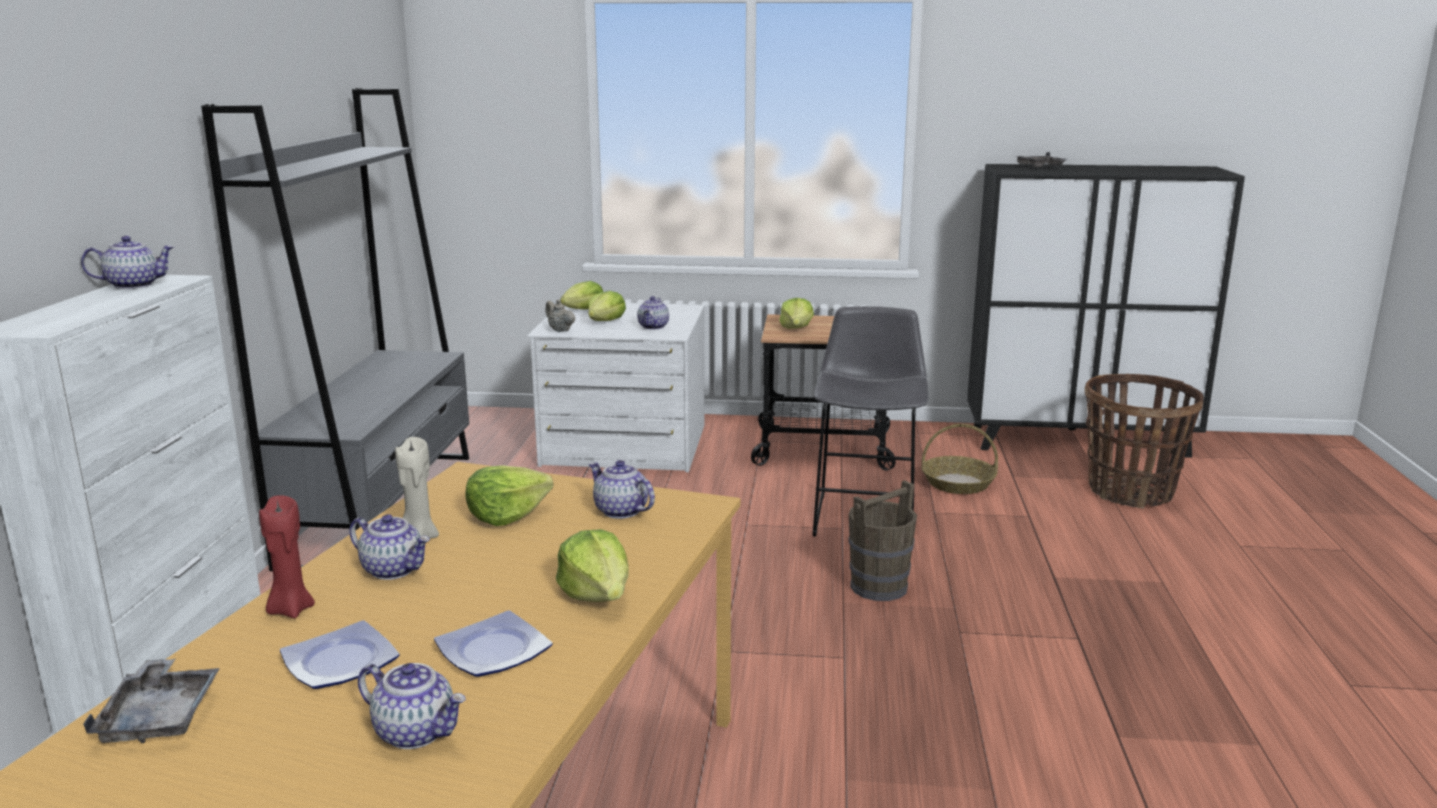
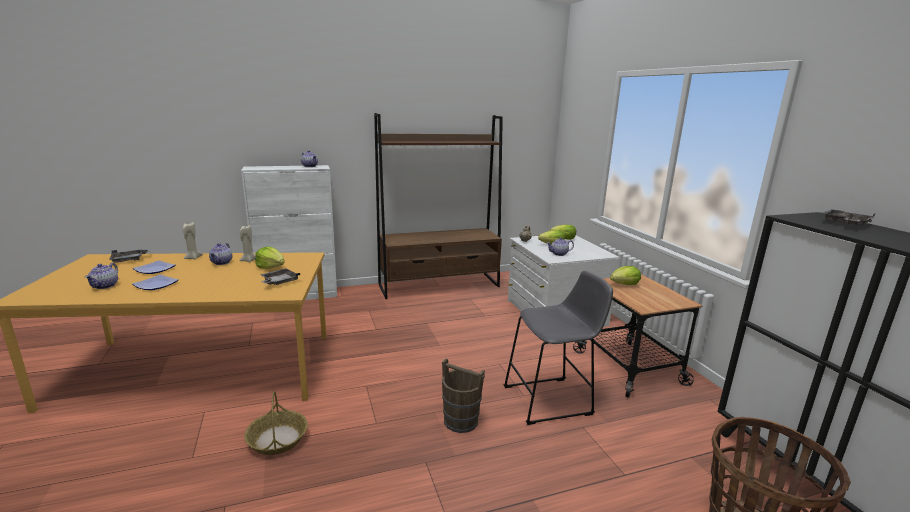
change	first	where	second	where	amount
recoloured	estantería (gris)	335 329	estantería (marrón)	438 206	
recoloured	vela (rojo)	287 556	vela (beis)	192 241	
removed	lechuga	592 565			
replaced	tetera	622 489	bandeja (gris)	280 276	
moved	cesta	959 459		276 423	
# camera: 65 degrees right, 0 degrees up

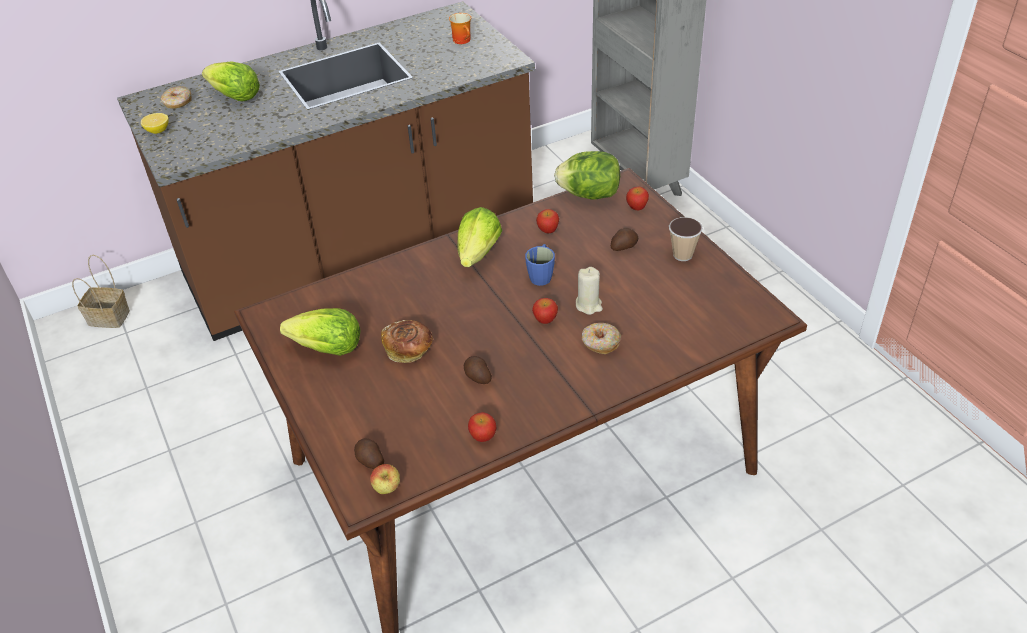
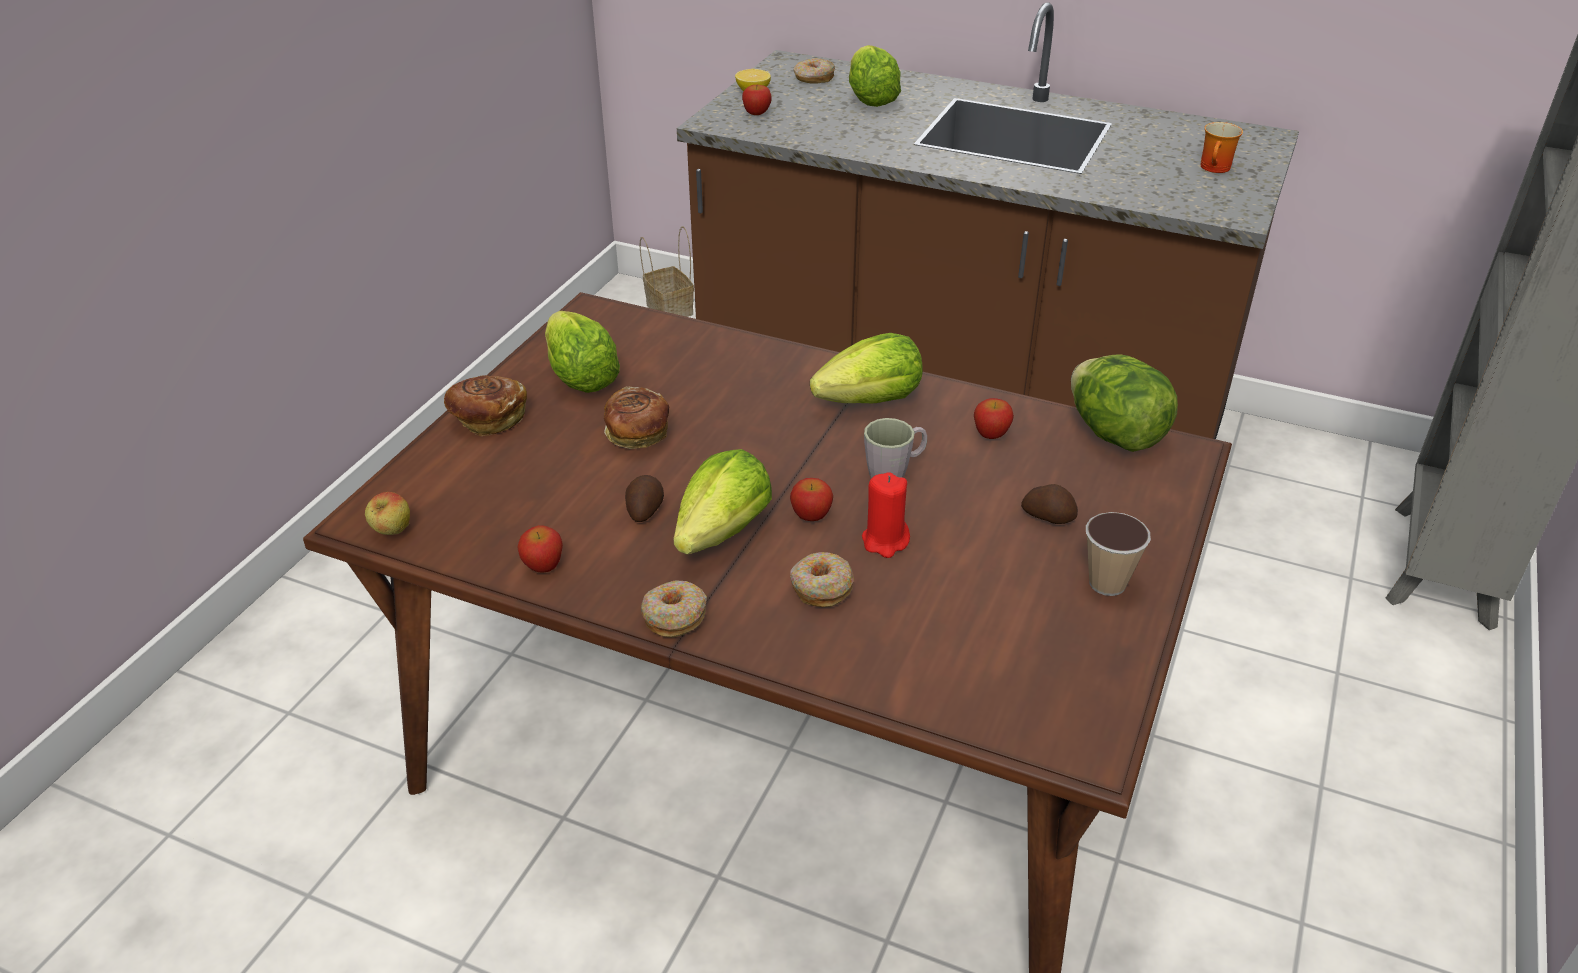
change	first	where	second	where	amount
removed	patata	369 453			
recoloured	taza grande (azul)	540 265	taza grande (gris)	895 448	
recoloured	vela (beis)	589 291	vela (rojo)	886 515	
moved	manzana	637 198		757 100	
added			pan	485 405	
added			rosquilla	674 609	
added			lechuga	723 501	
# camera: 50 degrees right, 5 degrees down

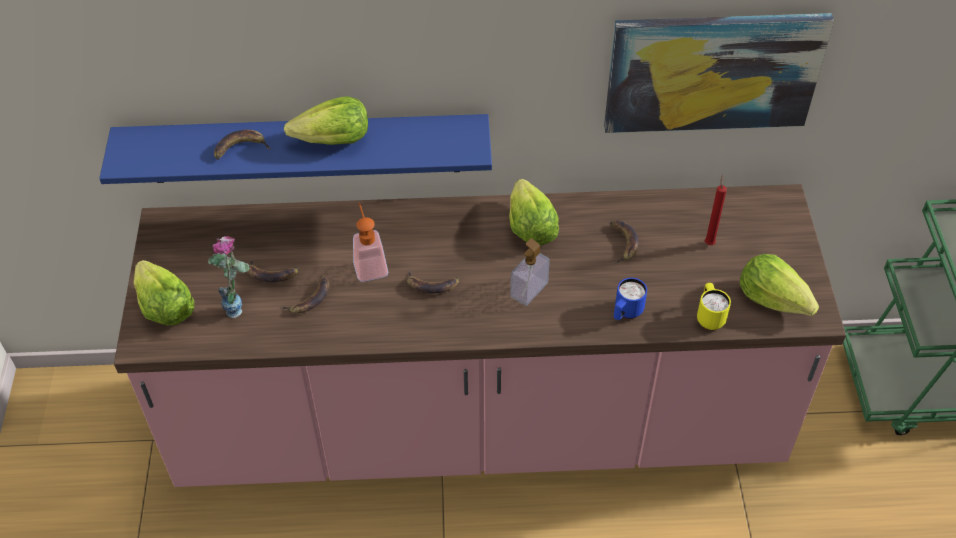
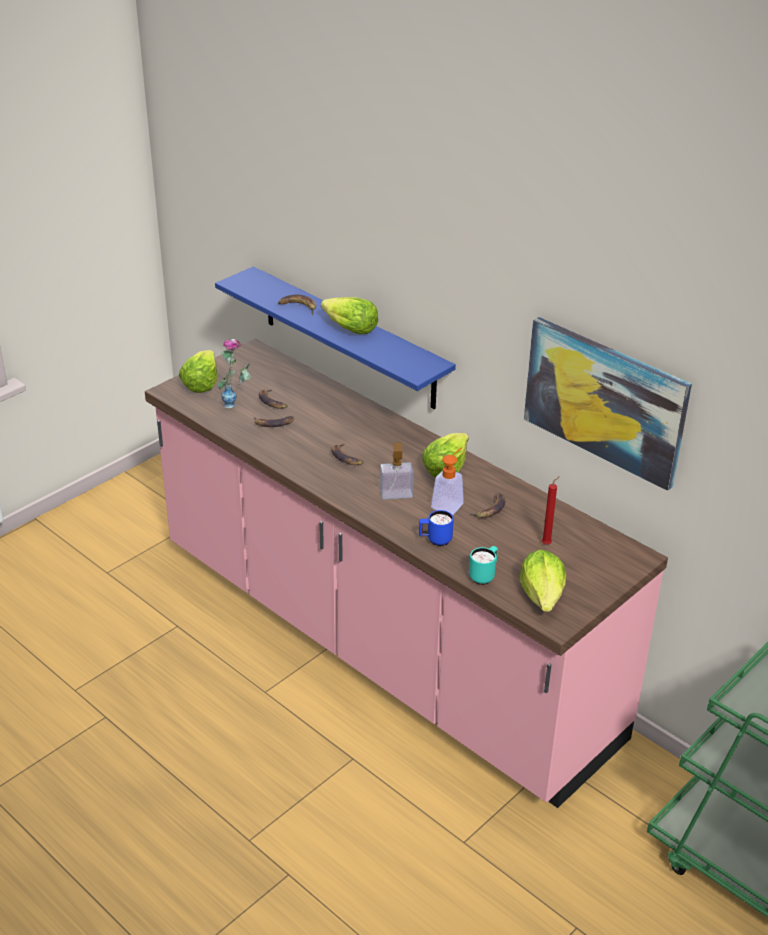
change	first	where	second	where	amount
moved	dispensador de jabón	370 242		447 481	
recoloured	taza grande (amarillo)	714 306	taza grande (turquesa)	483 565	
# camera: 45 degrees right, 15 degrees down

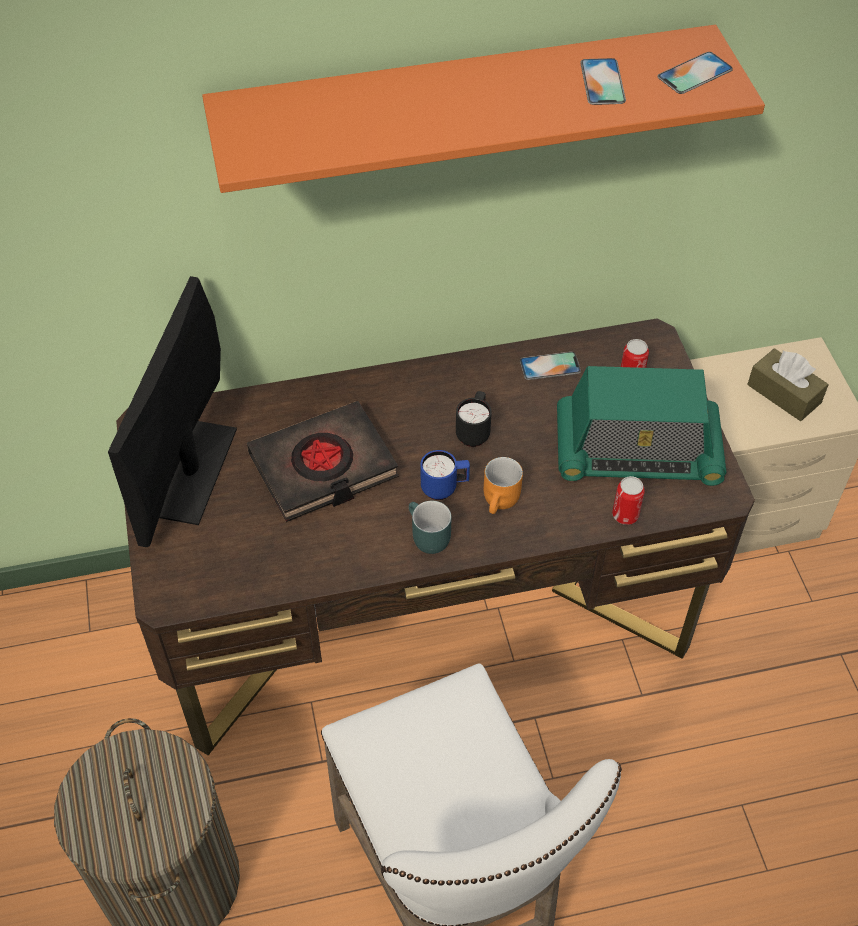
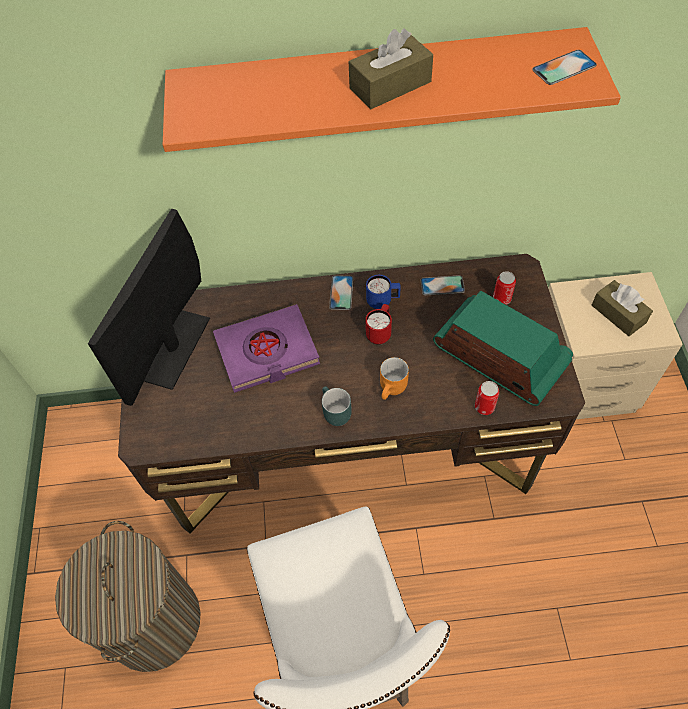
change	first	where	second	where	amount
recoloured	libro (negro)	323 461	libro (morado)	266 348	
moved	taza grande (azul)	445 475		383 292	
recoloured	taza grande (negro)	474 419	taza grande (rojo)	378 324	
turned	radio	641 426		503 348	150 degrees counterclockwise
moved	móvil	603 81		341 292	
added			caja de pañuelos (marrón)	391 69	
# camera: 10 degrees right, 5 degrees up

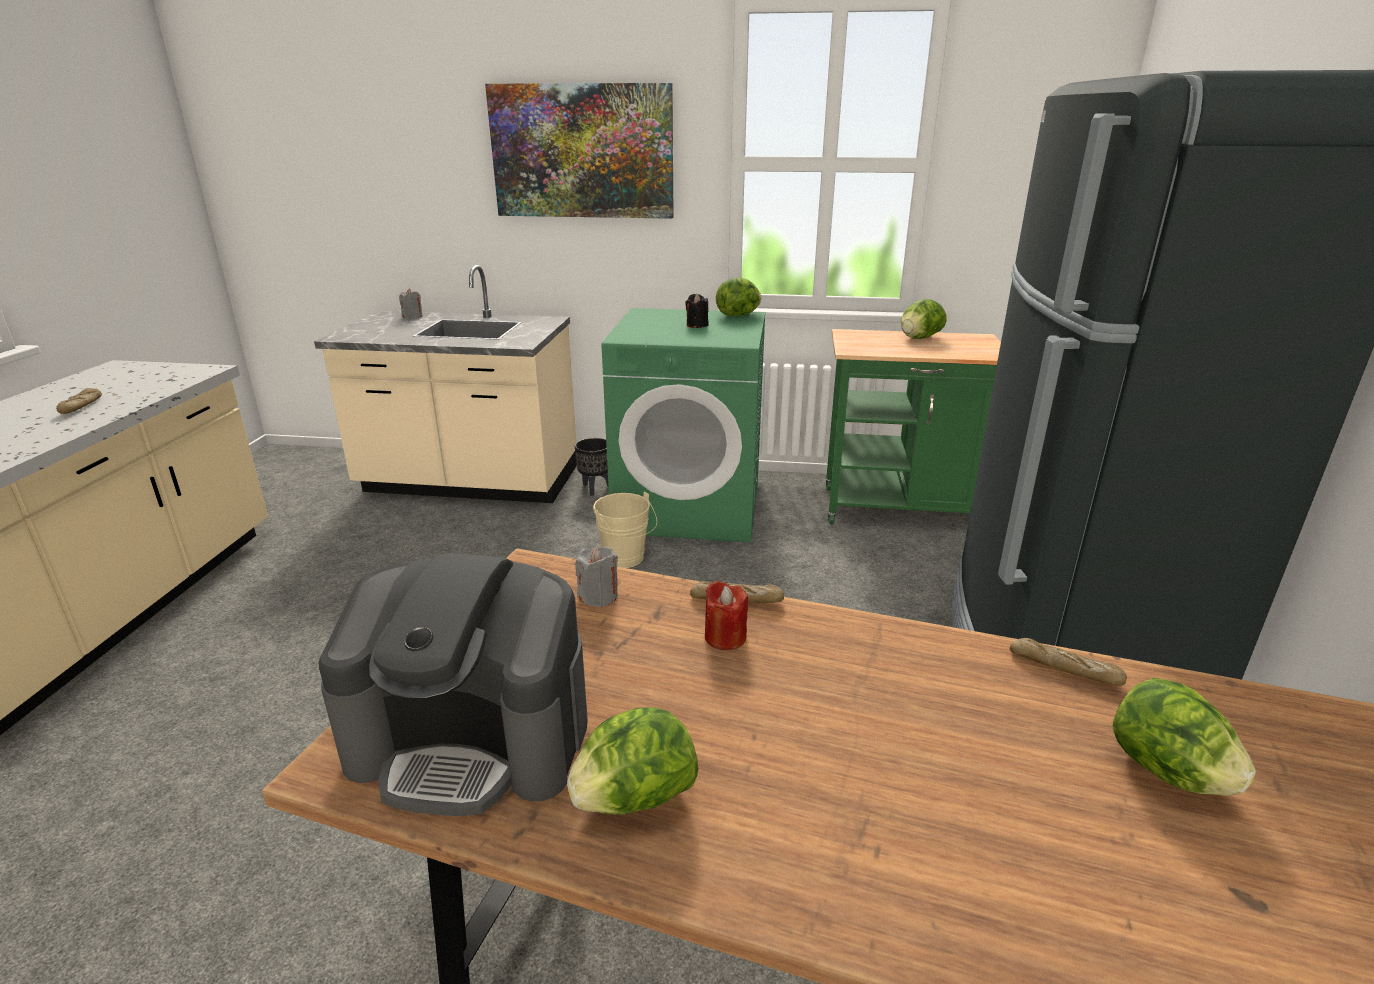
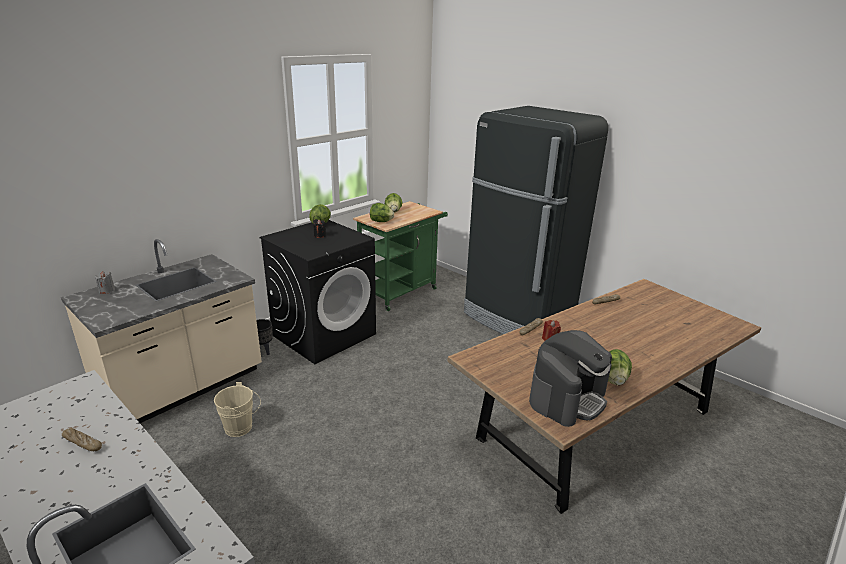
change	first	where	second	where	amount
removed	cuadro	579 151			
removed	vela (gris)	596 577			
moved	cubo (beis)	625 529		237 409	
recoloured	lavadora (verde)	683 425	lavadora (negro)	318 292	
moved	lechuga	1184 737		382 212	
# camera: 55 degrees left, 0 degrees up

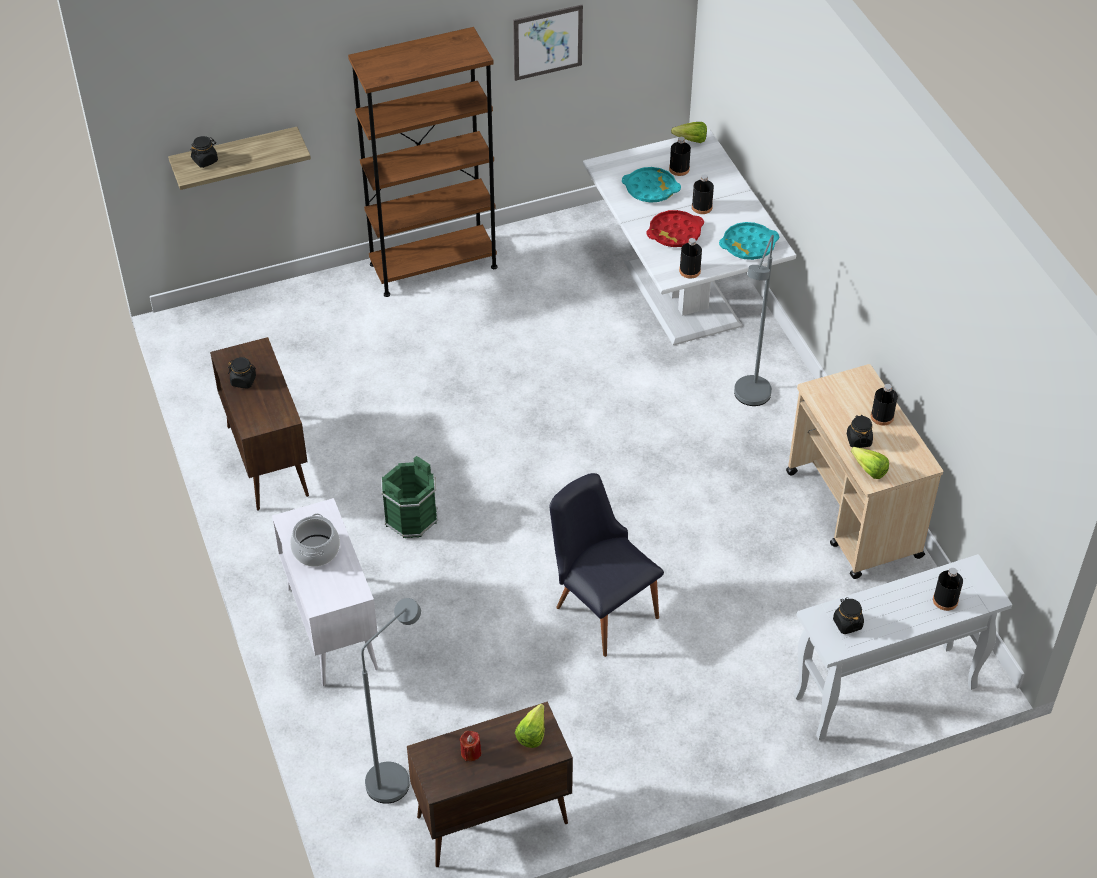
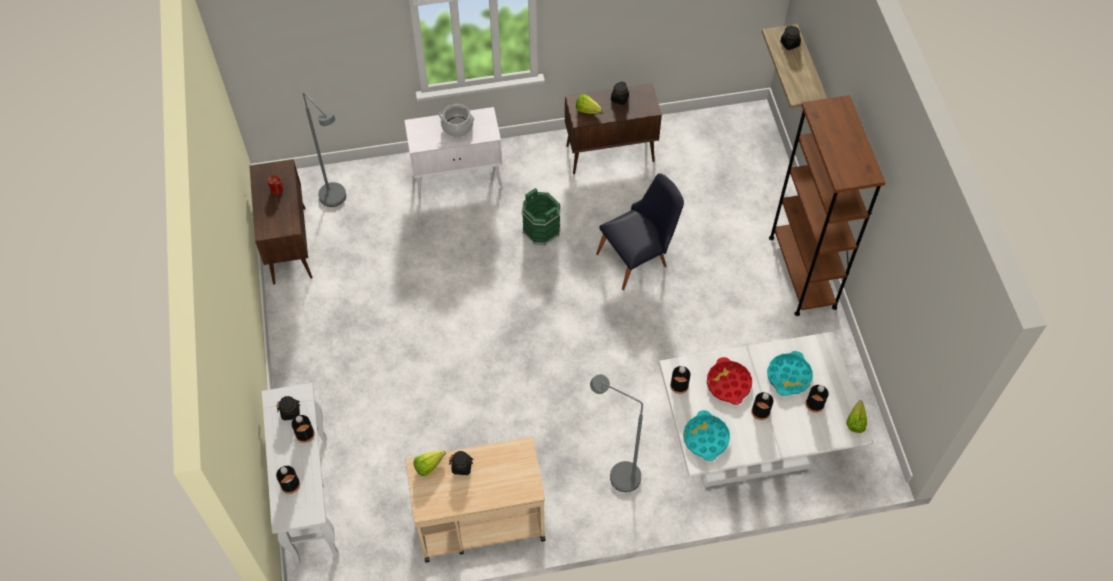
change	first	where	second	where	amount
removed	cuadro	548 43			
moved	lechuga	530 726		589 104	
moved	silla (negro)	606 565		640 231	
moved	botella (negro)	884 404		303 429	
# camera: 100 degrees right, 10 degrees up

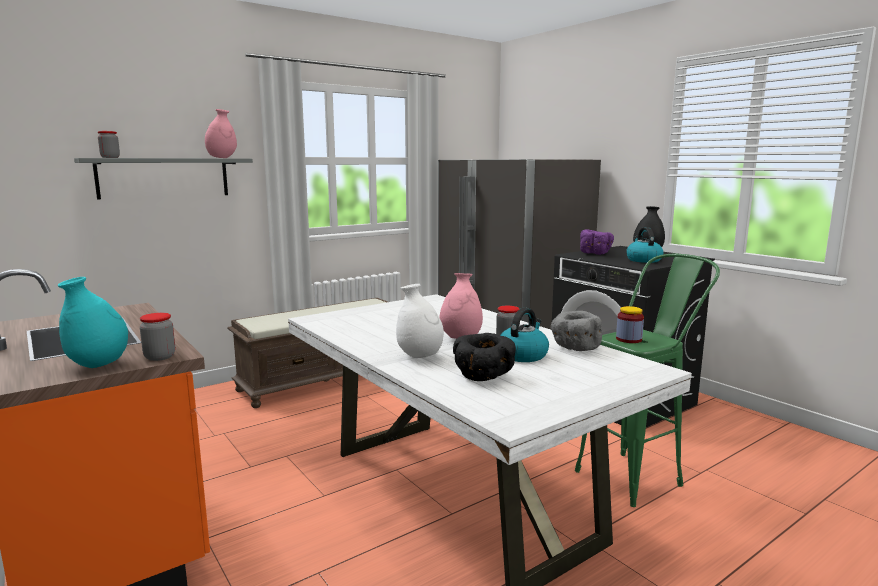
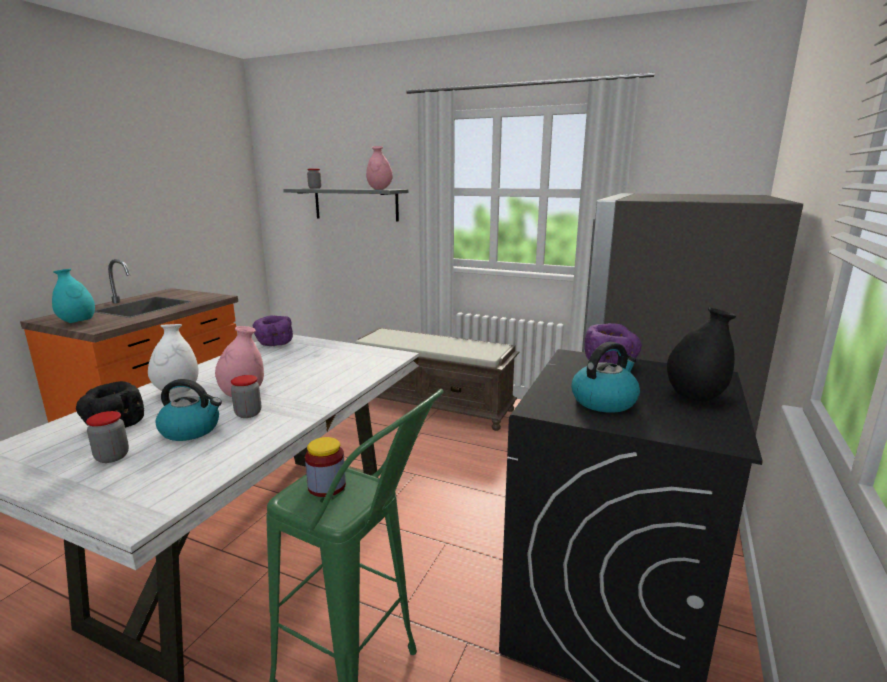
change	first	where	second	where	amount
moved	tarro	157 337		107 437	
removed	cuenco (gris)	576 331			
added			cuenco (morado)	273 331	
# camera: 60 degrees right, 5 degrees up

